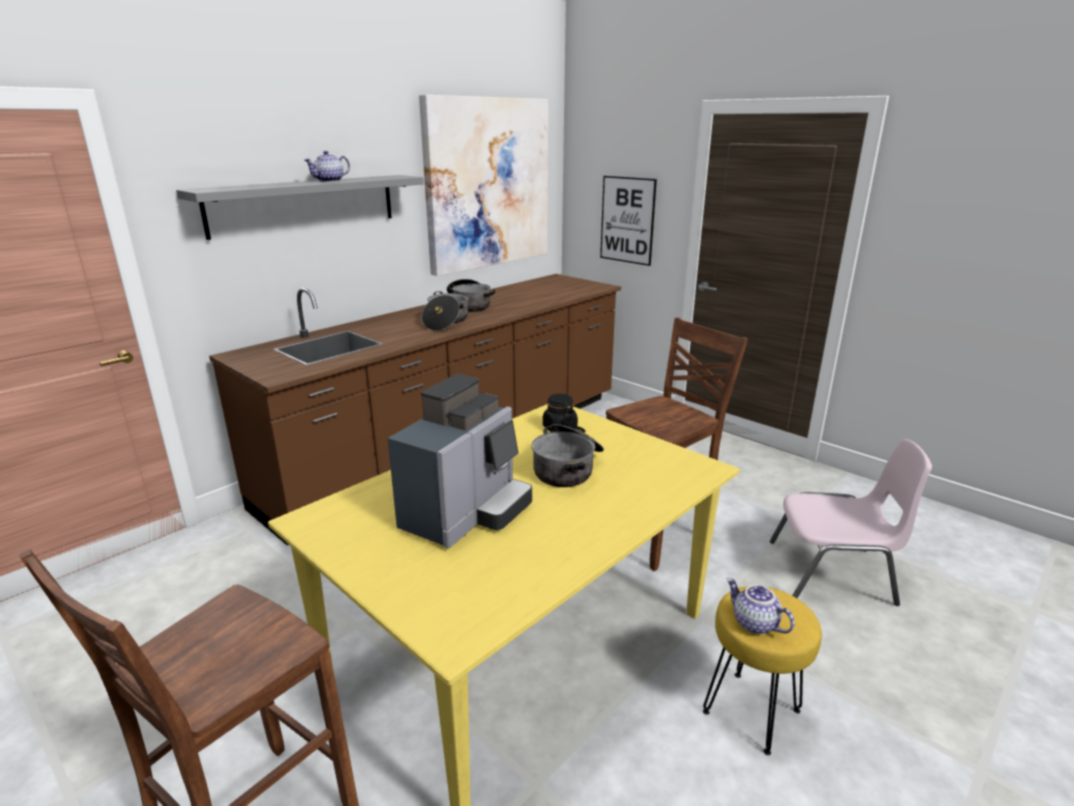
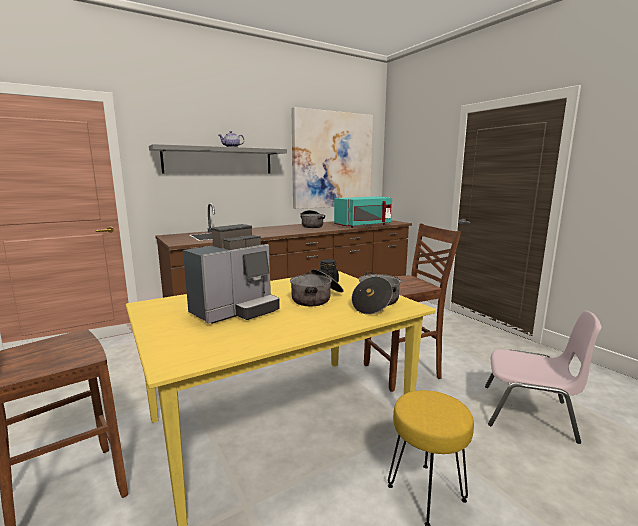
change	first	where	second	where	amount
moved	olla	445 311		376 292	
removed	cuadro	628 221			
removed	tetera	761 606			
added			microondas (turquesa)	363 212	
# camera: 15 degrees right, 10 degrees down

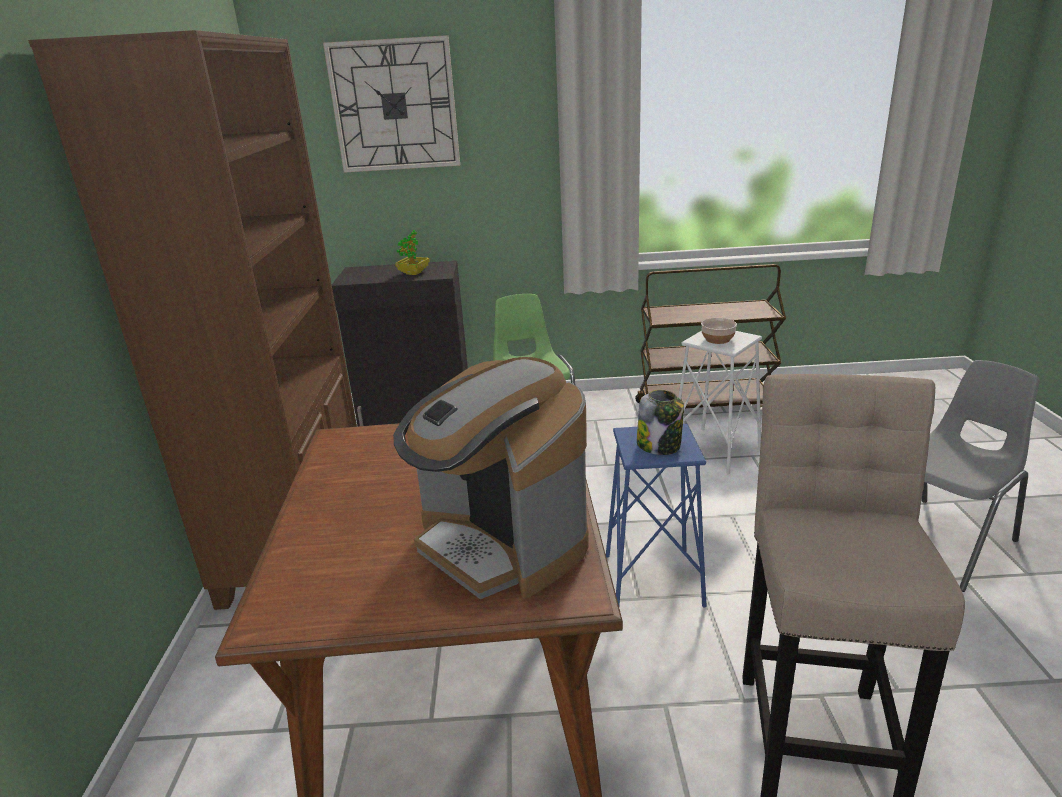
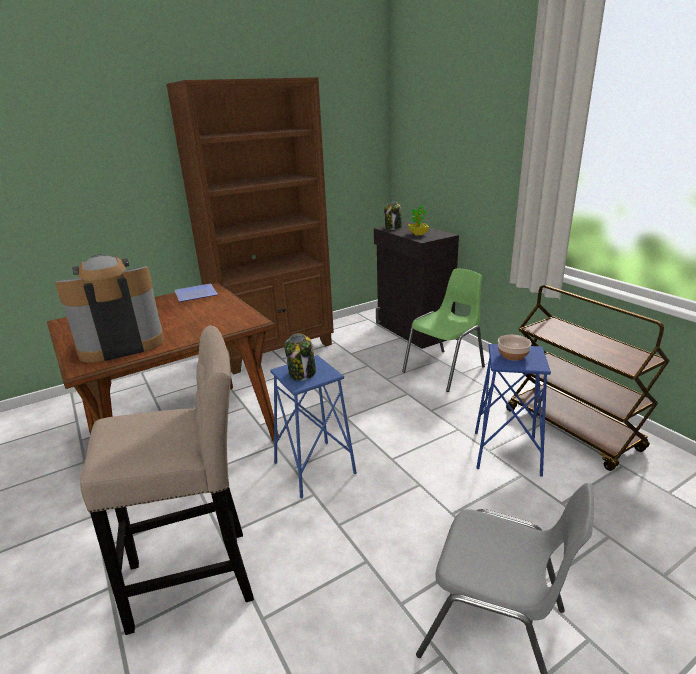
change	first	where	second	where	amount
removed	reloj de pared	391 104			
turned	cafetera	491 478		109 308	45 degrees clockwise
recoloured	taburete (blanco)	720 403	taburete (azul)	513 410	
added			plato	196 293	
added			tarro	393 216	
# camera: 60 degrees right, 0 degrees up

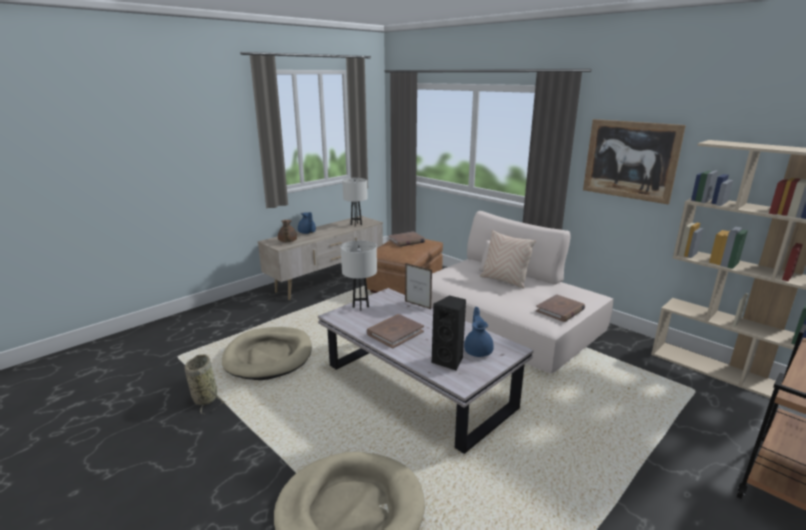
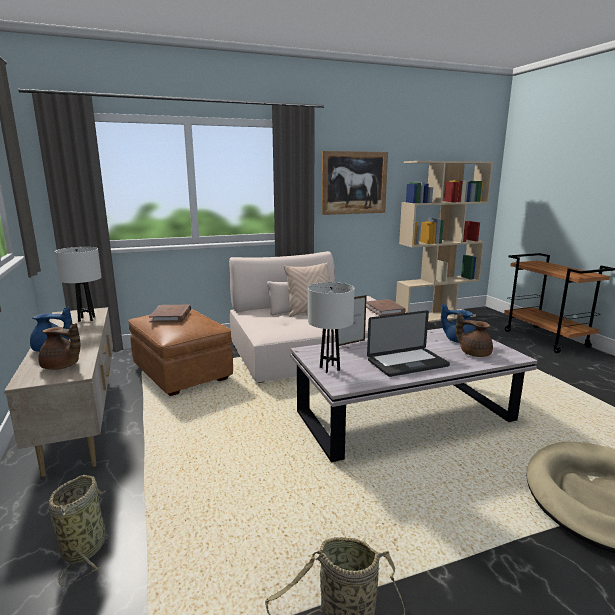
change	first	where	second	where	amount
removed	cama para perro (beis)	267 353			
replaced	libro (marrón)	395 331	portátil	408 343	
replaced	altavoz (negro)	448 333	tetera (marrón)	474 334	
added			cesta	77 530	
# camera: 65 degrees left, 5 degrees down

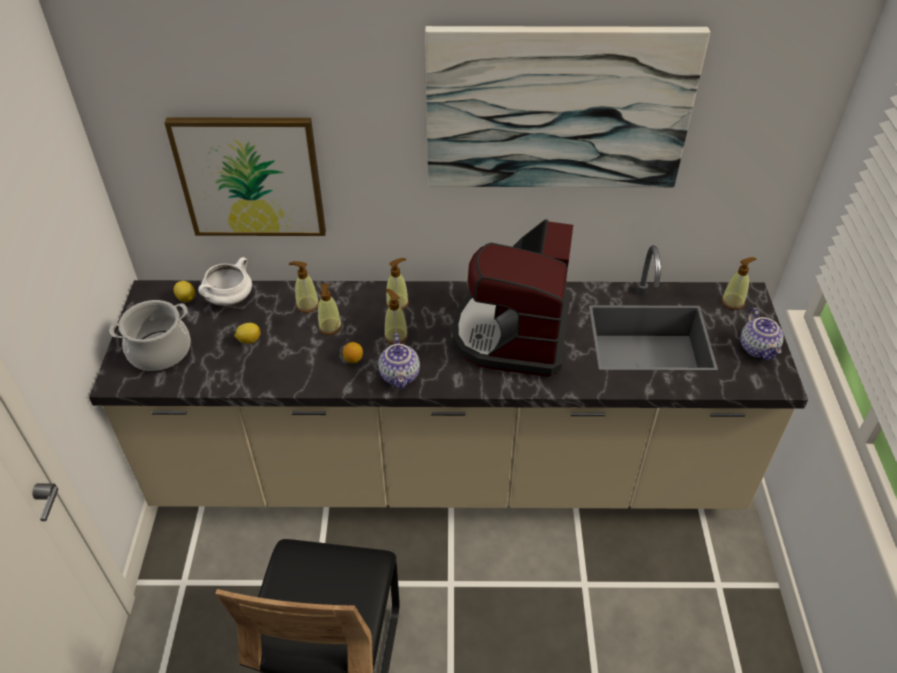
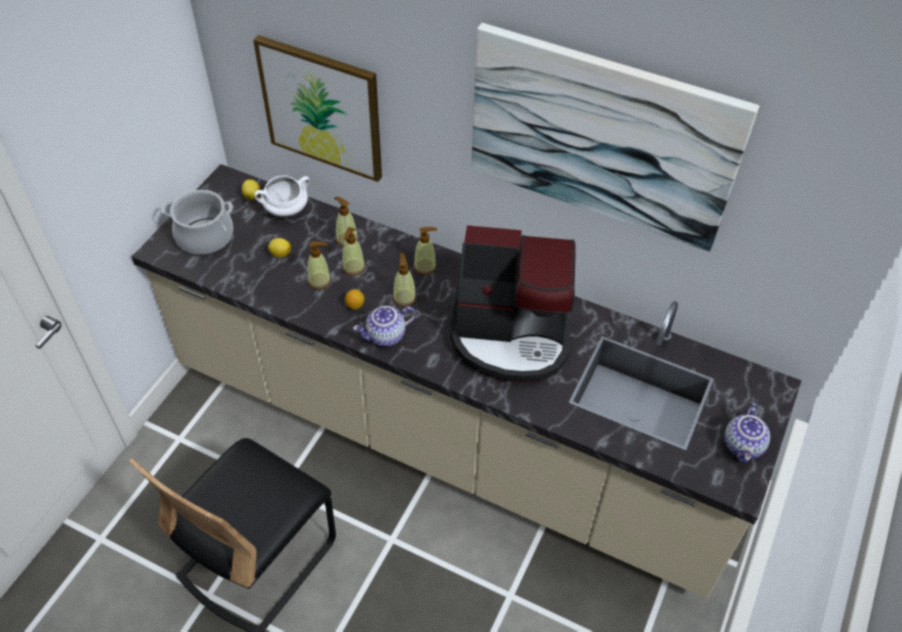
change	first	where	second	where	amount
turned	tetera	399 361		384 326	45 degrees clockwise
turned	cafetera	513 298		512 303	120 degrees counterclockwise
moved	dispensador de jabón	739 283		319 265	
# camera: 25 degrees right, 5 degrees up

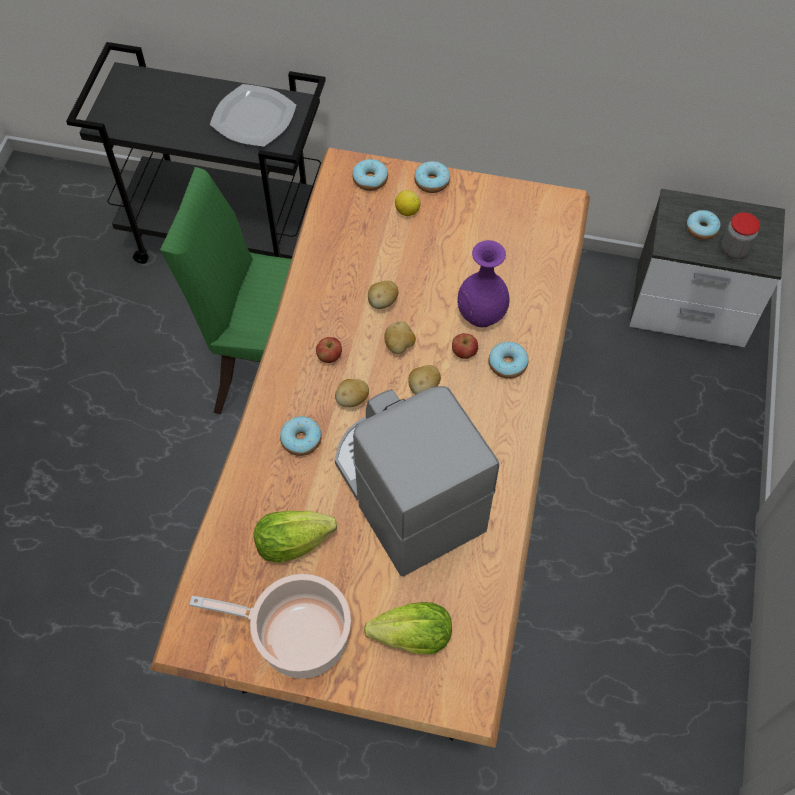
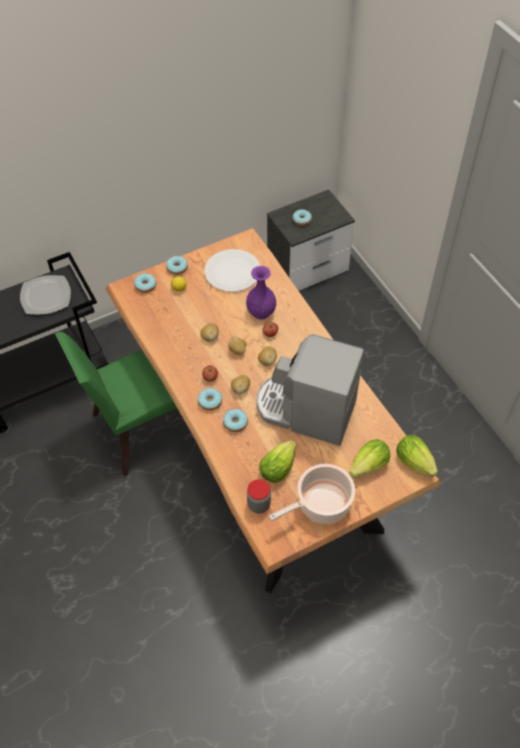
change	first	where	second	where	amount
moved	rosquilla	508 360		210 399	
moved	tarro	740 235		259 496	
added			plato (blanco)	232 270	
added			lechuga	417 456	
# camera: 40 degrees left, 5 degrees down

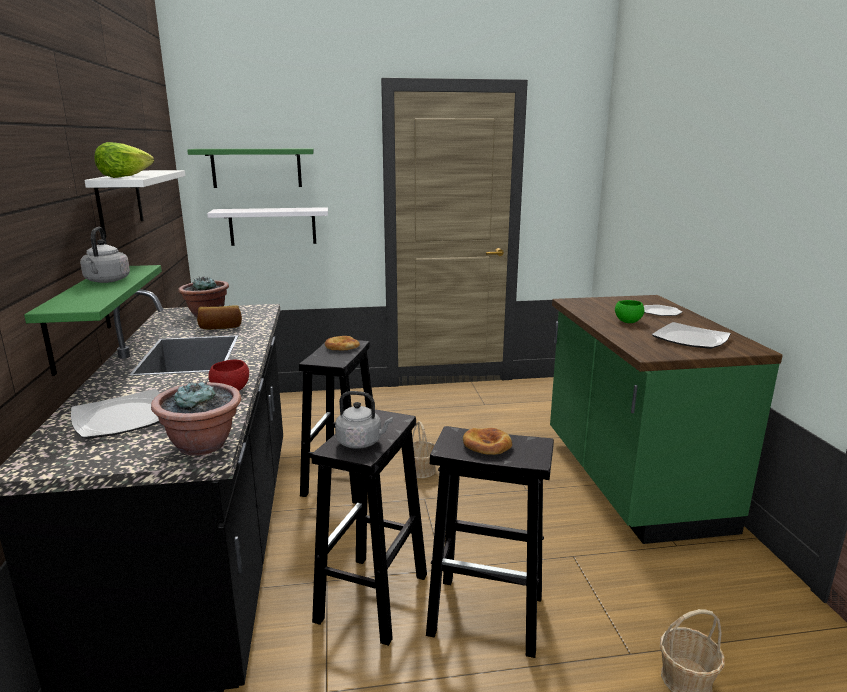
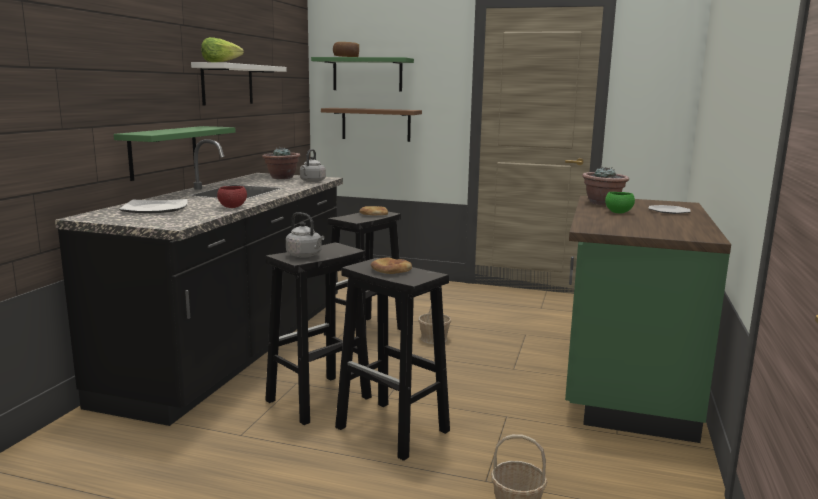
change	first	where	second	where	amount
moved	hervidor (gris)	105 255		313 165	
moved	planta en maceta	196 418		605 186	
moved	pan	219 317		346 49	
recoloured	estante (blanco)	267 226	estante (marrón)	371 125	
removed	plato	691 335			
# camera: 25 degrees right, 5 degrees down

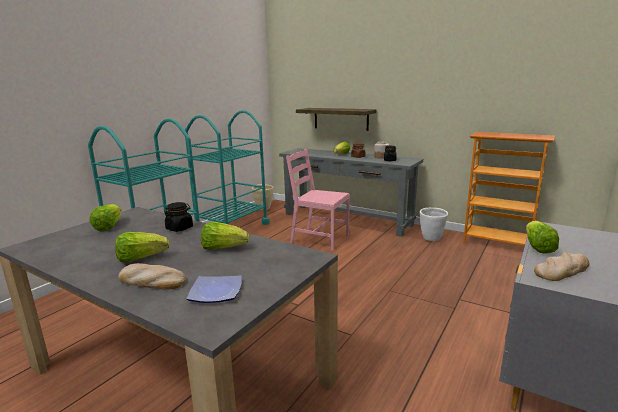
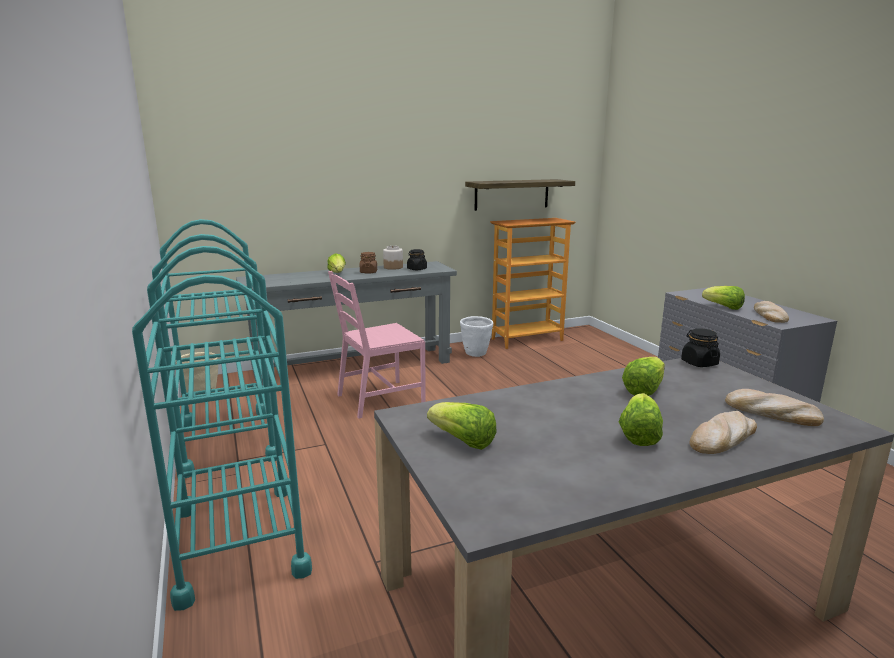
change	first	where	second	where	amount
moved	tarro (negro)	179 217		700 347	
replaced	plato	214 289	pan	774 407	
moved	estante	336 119		520 195	
# camera: 55 degrees left, 0 degrees up

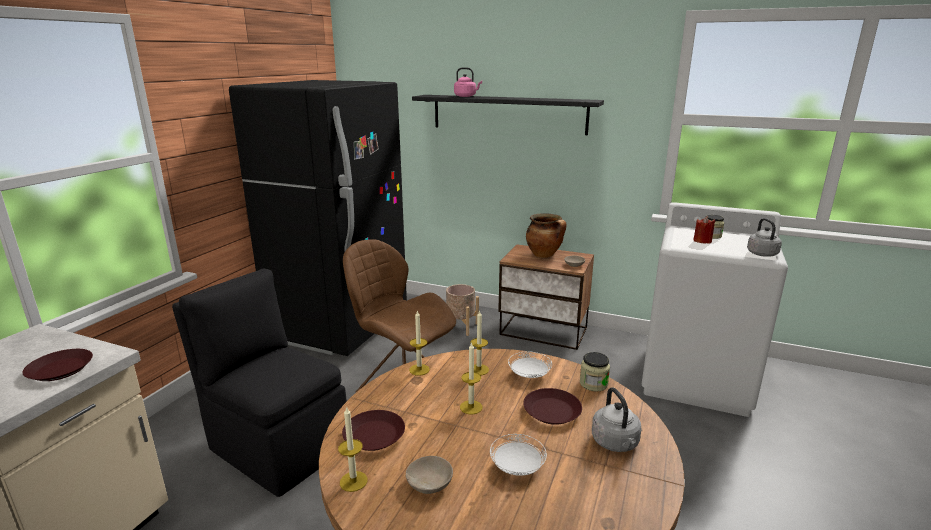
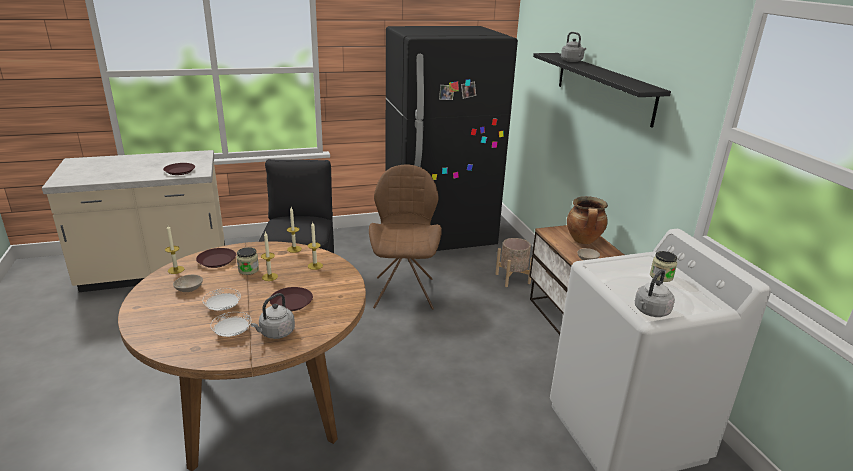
change	first	where	second	where	amount
recoloured	hervidor (rosa)	468 82	hervidor (gris)	573 47	
moved	plato (blanco)	530 364		231 324	
moved	tarro	595 372		248 261	
removed	vela (rojo)	704 230			
# camera: 50 degrees right, 5 degrees up

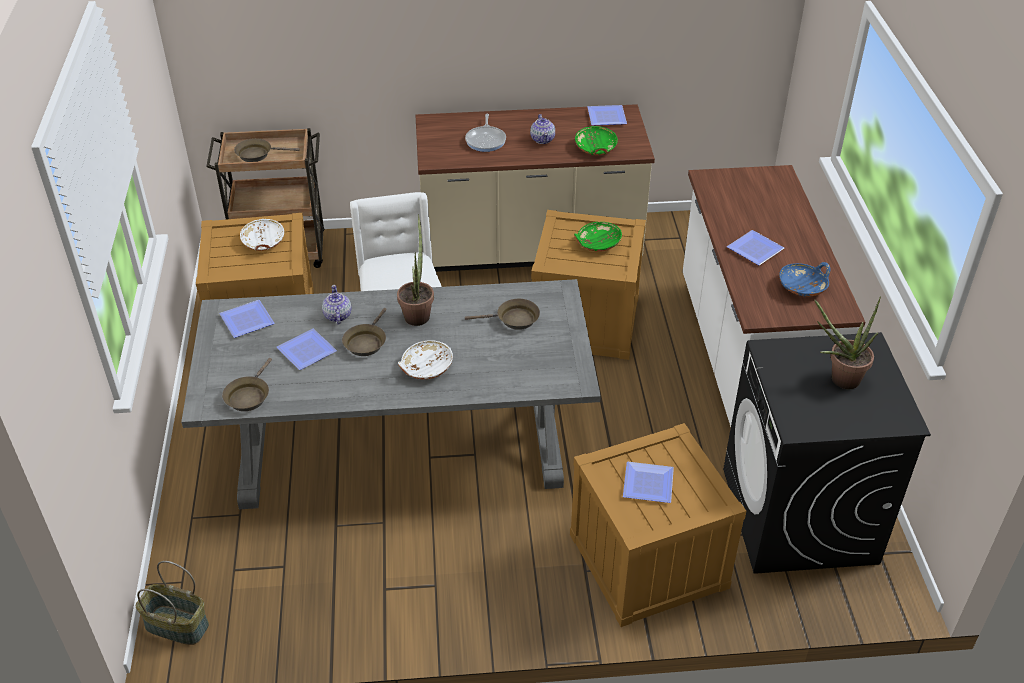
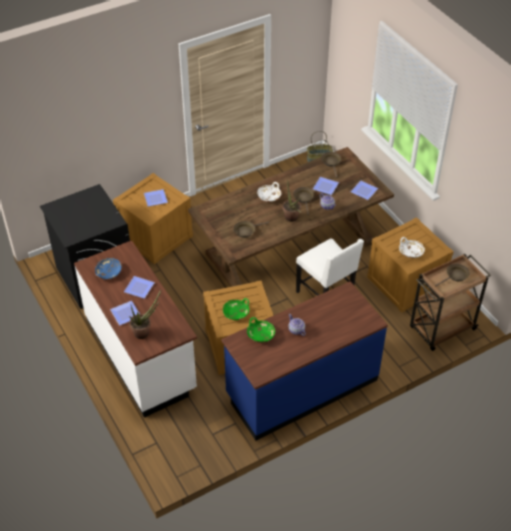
change	first	where	second	where	amount
recoloured	mesa de comedor (gris)	391 394	mesa de comedor (marrón)	291 217	
recoloured	mueble bajo de cocina (beis)	535 188	mueble bajo de cocina (azul)	304 361	
removed	sartén	485 133			
moved	plato	607 115		125 313	
moved	planta en maceta	847 342		145 314	
# camera: 155 degrees right, 5 degrees up

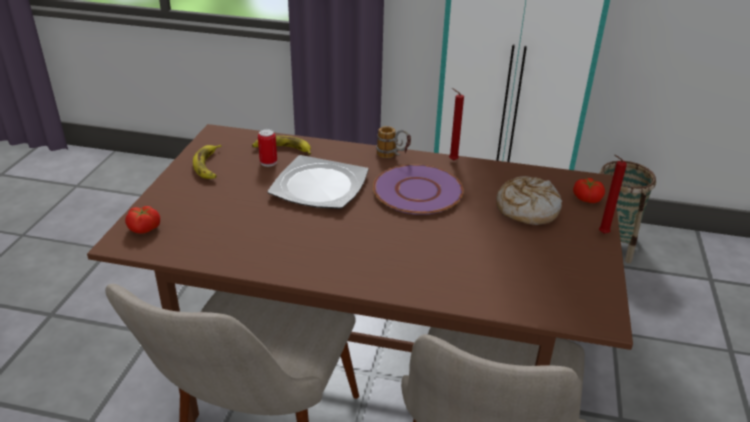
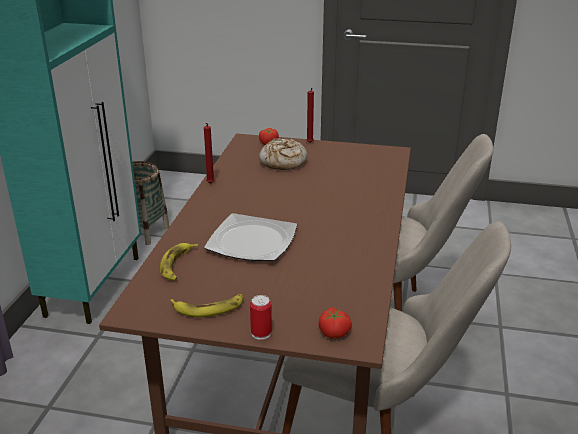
change	first	where	second	where	amount
moved	lata	267 148		261 317	
removed	plato (morado)	418 189			
removed	taza grande	393 142			
# camera: 90 degrees left, 5 degrees down

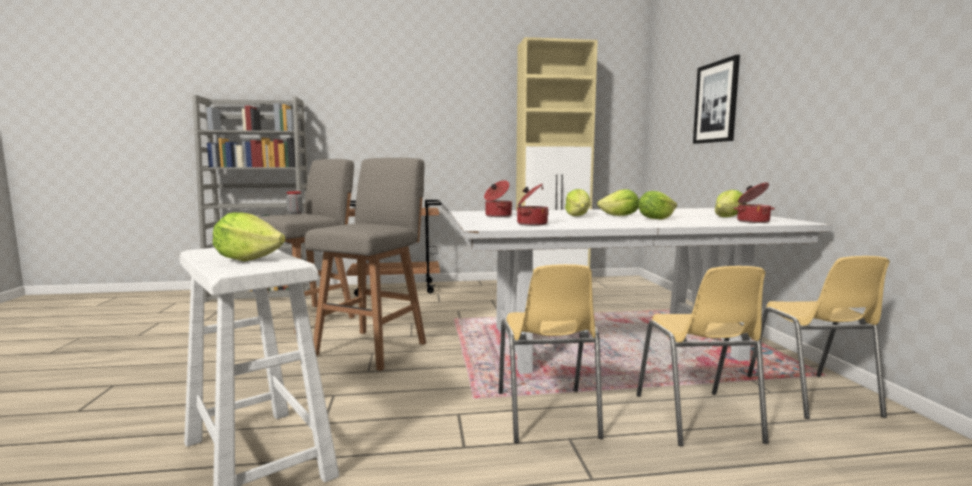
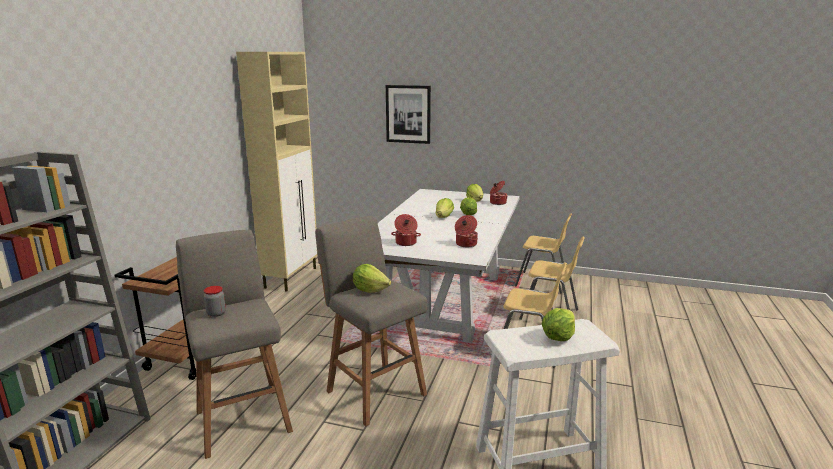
change	first	where	second	where	amount
moved	lechuga	578 202		372 278	
# camera: 65 degrees left, 10 degrees up

